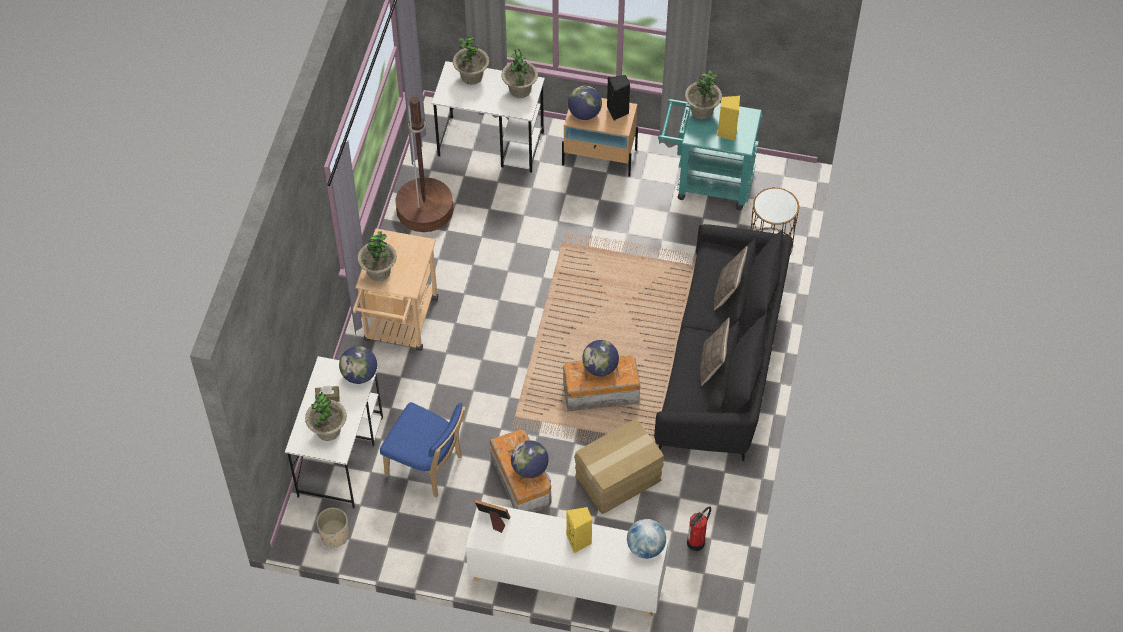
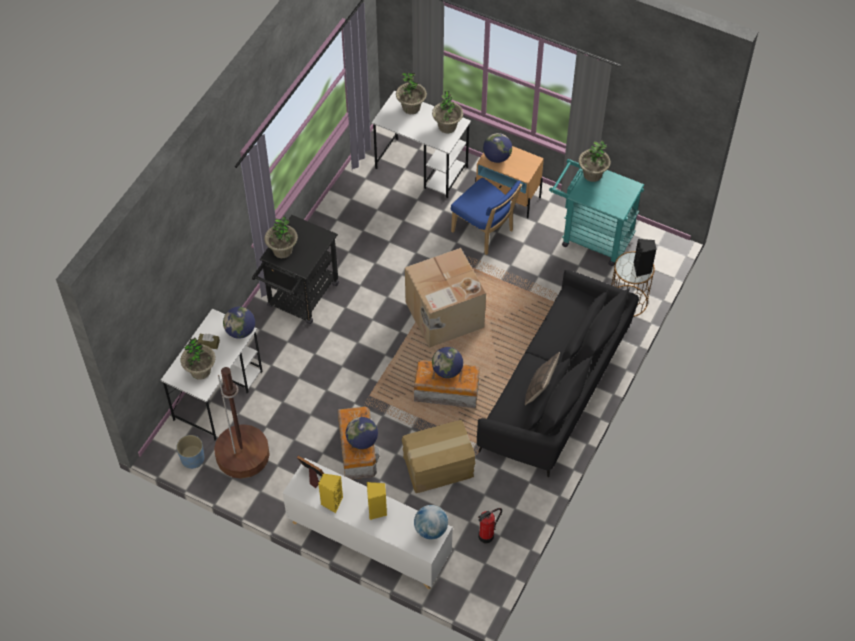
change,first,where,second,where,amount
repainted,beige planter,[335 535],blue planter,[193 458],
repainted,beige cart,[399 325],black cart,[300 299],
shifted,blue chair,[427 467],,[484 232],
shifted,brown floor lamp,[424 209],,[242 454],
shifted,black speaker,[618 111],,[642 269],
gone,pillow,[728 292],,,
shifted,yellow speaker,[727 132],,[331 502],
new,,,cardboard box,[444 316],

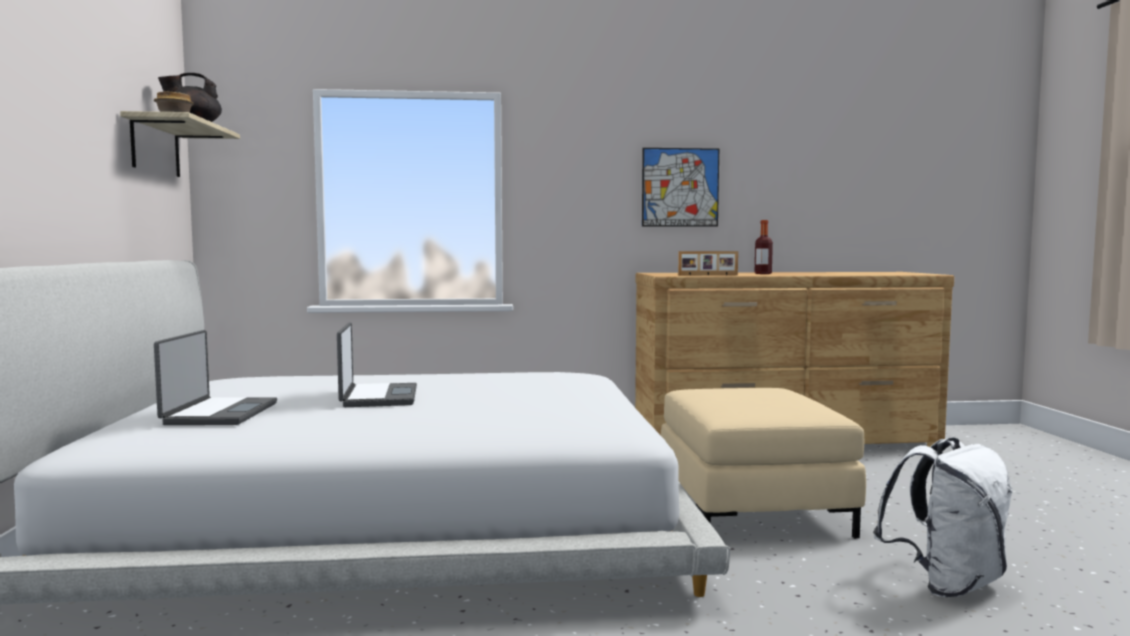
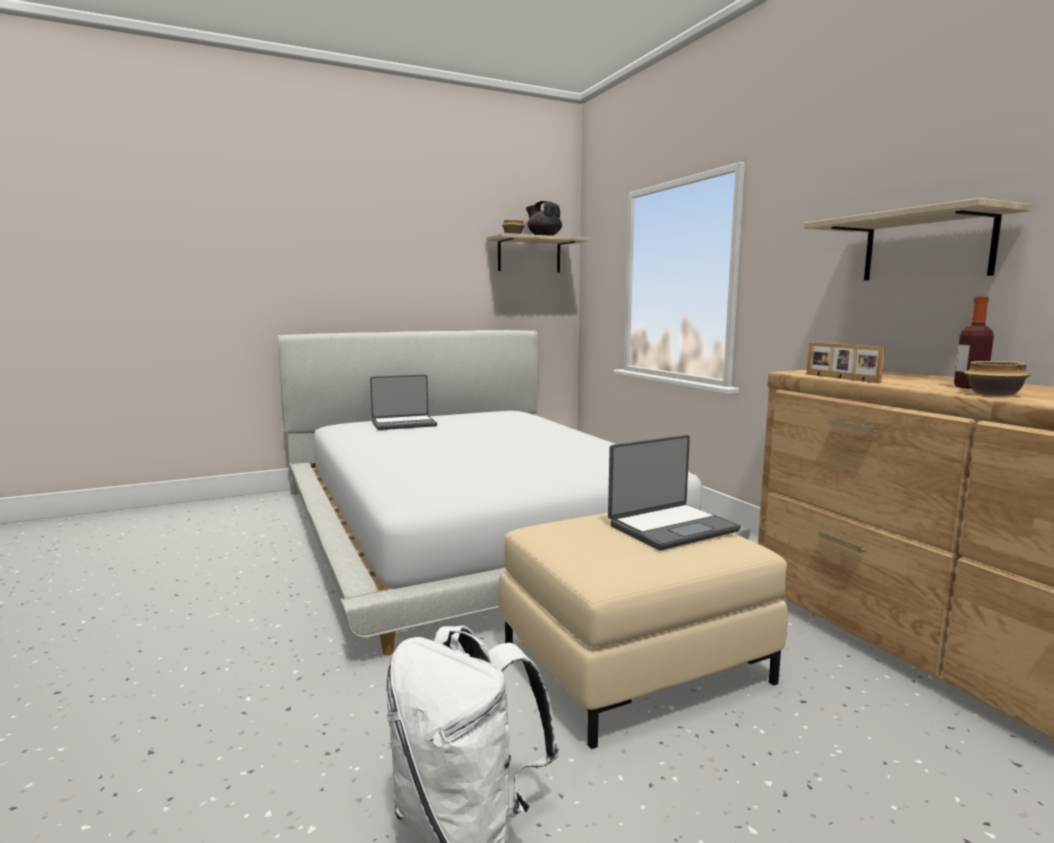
change,first,where,second,where,amount
shifted,laptop,[377 397],,[671 527],
swapped,picture,[680 187],shelf,[927 247],
new,,,bowl,[995 394],

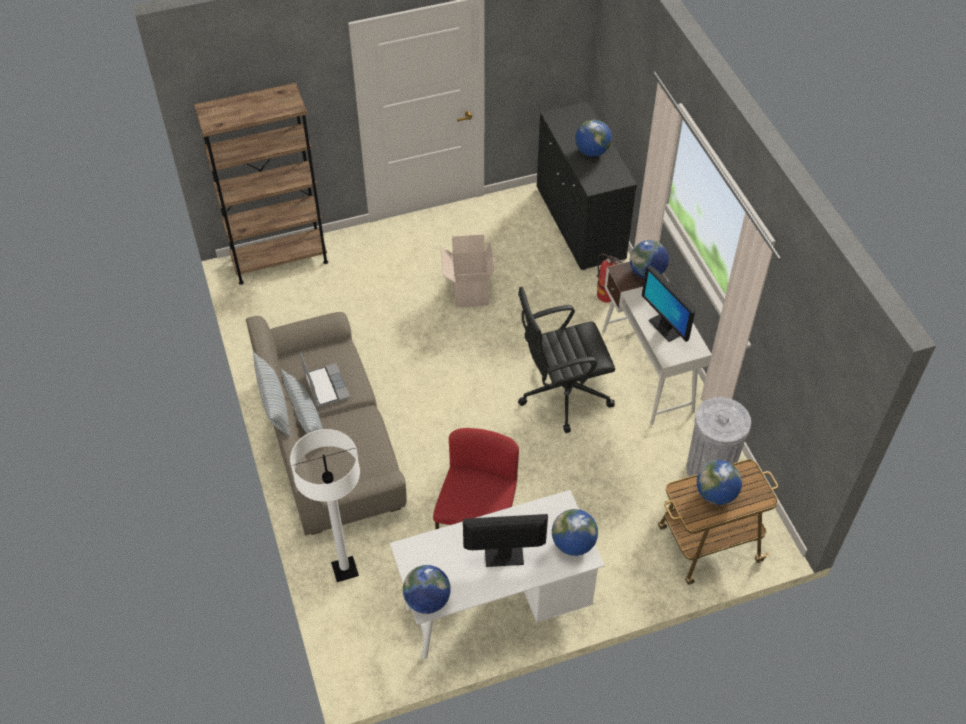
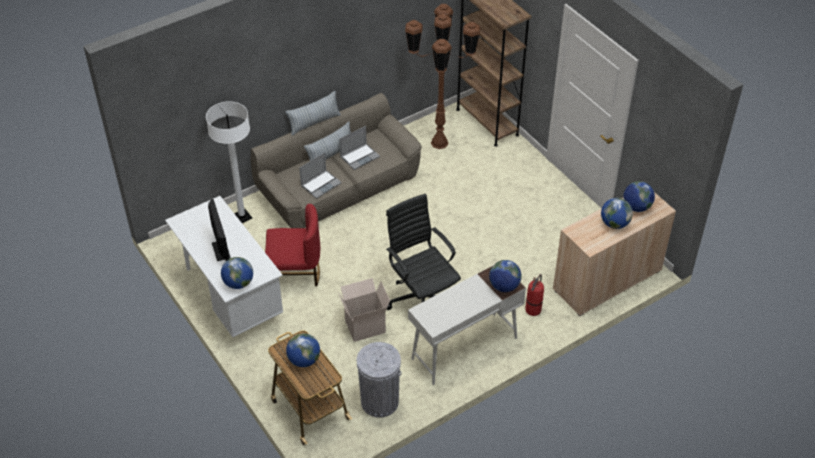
change,first,where,second,where,amount
shifted,globe,[427 600],,[636 207],
shifted,cardboard box,[468 291],,[365 325],
repainted,black cabinet,[580 223],beige cabinet,[607 280],
gone,monitor,[665 327],,,
new,,,laptop,[321 184],
new,,,brown floor lamp,[440 143],

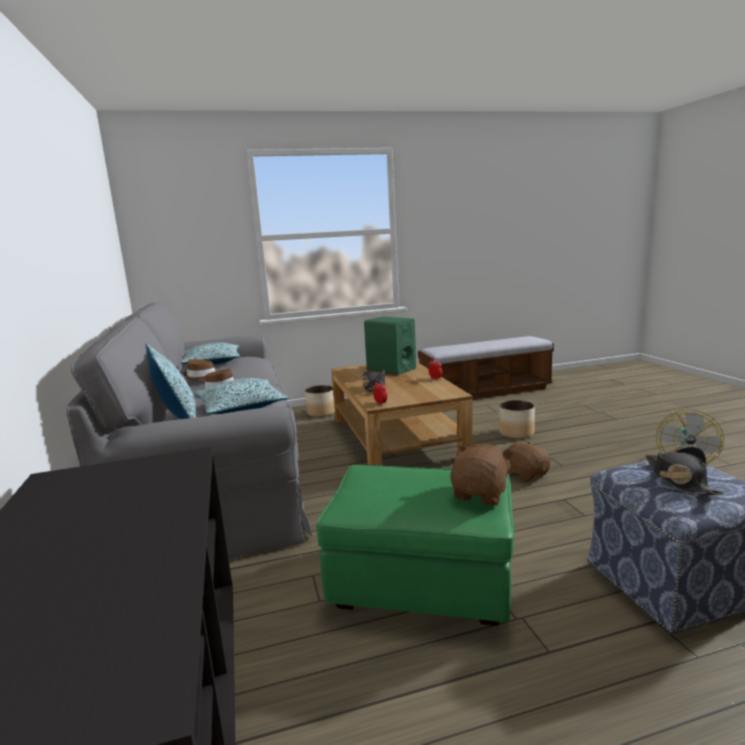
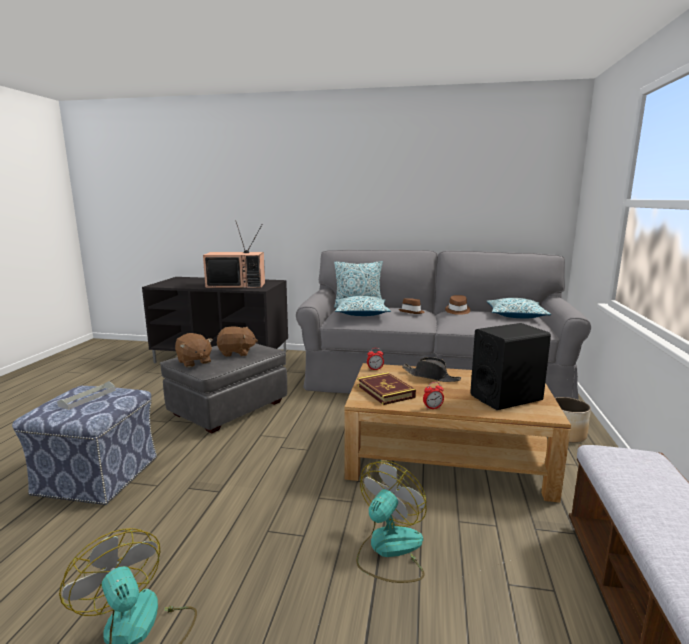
change,first,where,second,where,amount
repainted,green ottoman,[421 580],grey ottoman,[228 408],
repainted,green speaker,[391 369],black speaker,[506 398],
swapped,planter,[516 433],fan,[389 550],
shifted,brown plush toy,[526 474],,[236 353],
swapped,black hat,[679 480],grey tray,[87 398],
new,,,television,[237 285],
new,,,book,[385 391],

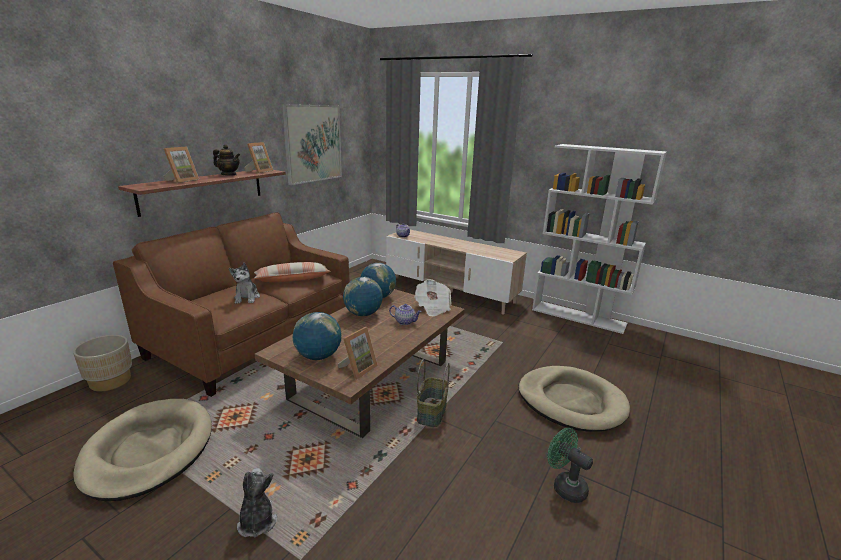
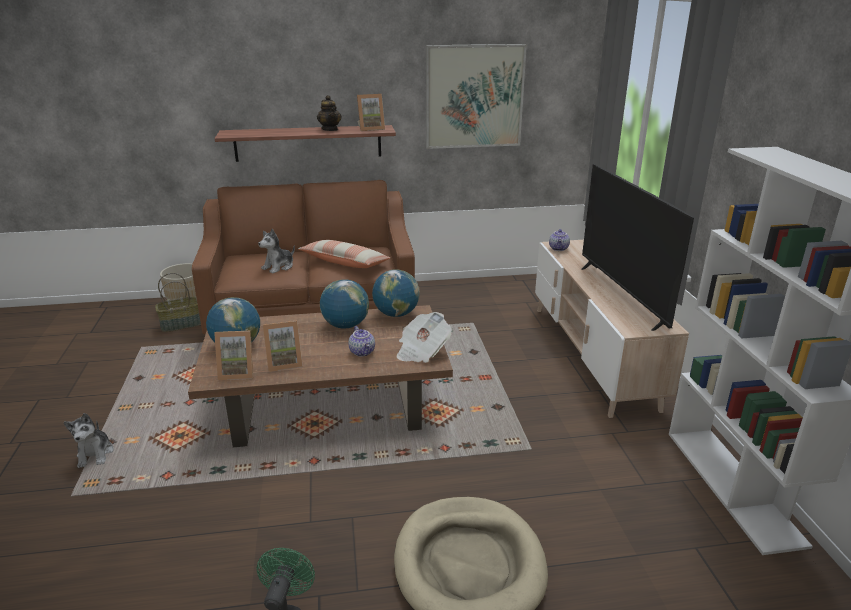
change,first,where,second,where,amount
gone,beige dog bed,[148 451],,,
shifted,picture frame,[182 180],,[284 363],
rotated,plush toy,[257 521],,[95 454],135 degrees clockwise
shifted,basket,[431 412],,[181 324],
new,,,television,[622 295],

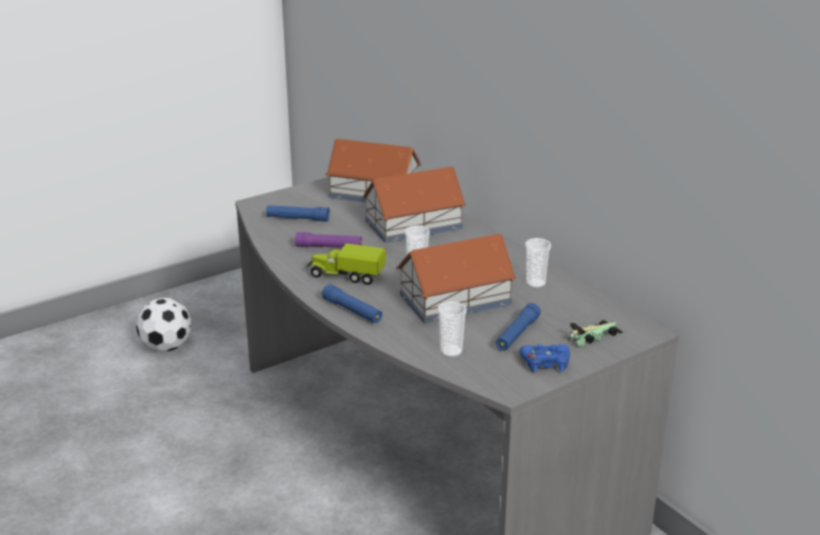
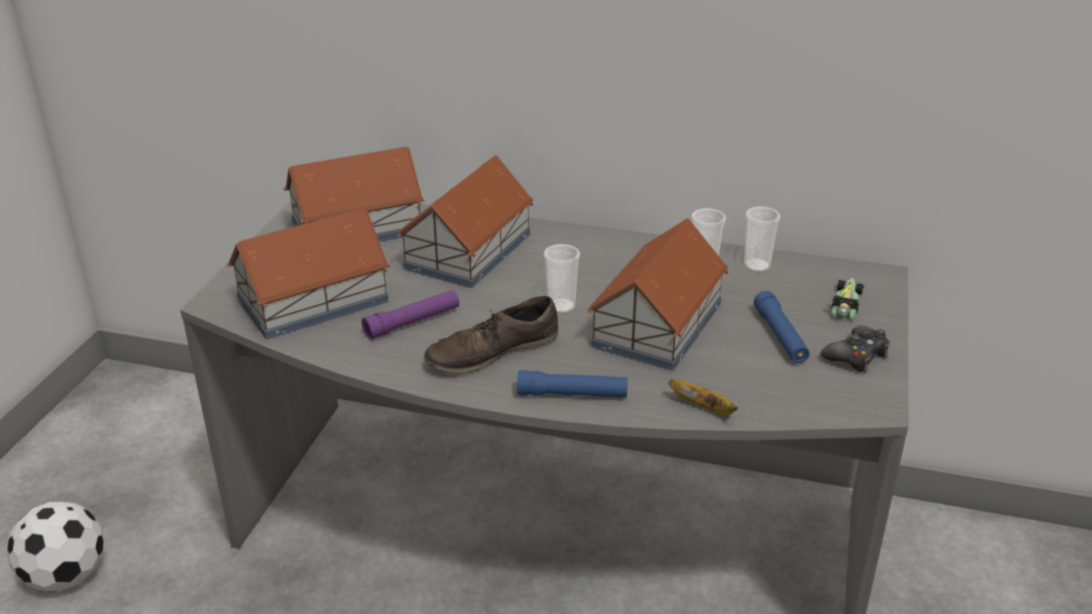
change,first,where,second,where,amount
swapped,blue flashlight,[297 219],toy house,[311 300],
swapped,toy truck,[346 276],brown shoe,[492 351],
shifted,cup,[451 351],,[756 266],
repainted,blue game controller,[545 363],black game controller,[856 356],
new,,,banana,[704 408],

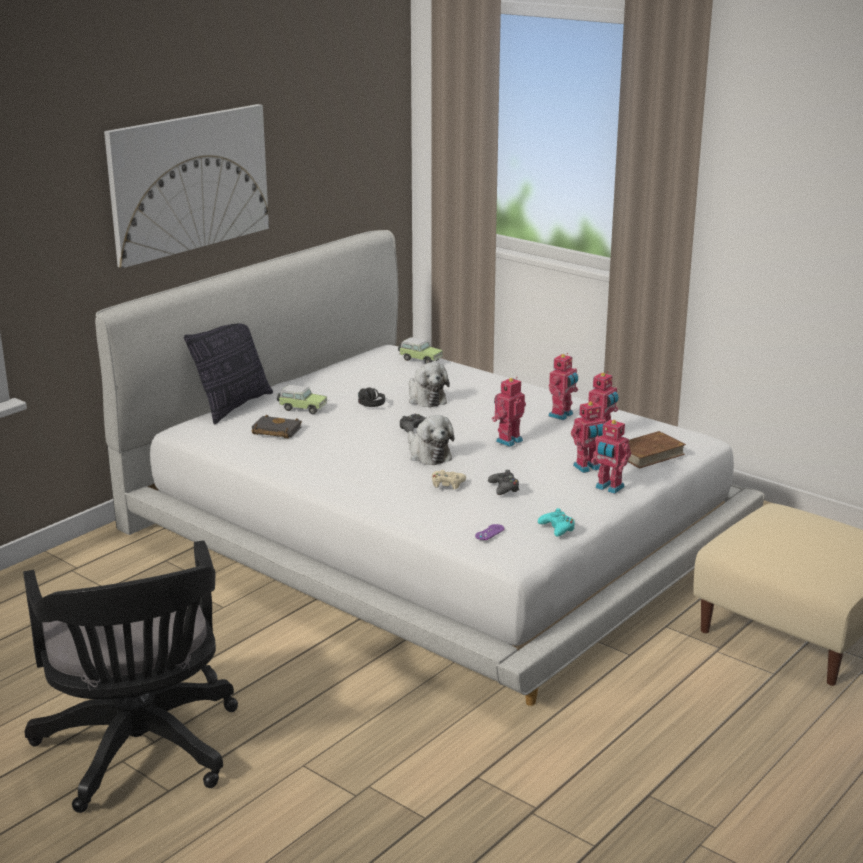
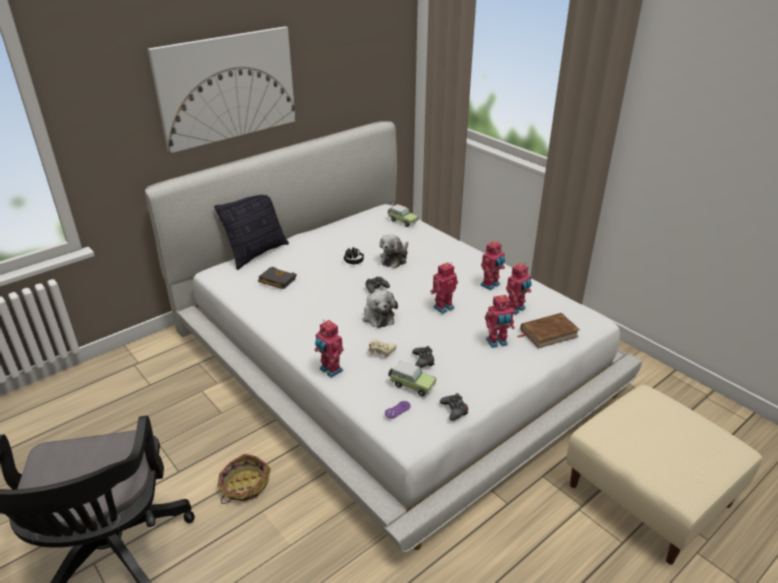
change,first,where,second,where,amount
shifted,toy car,[301 408],,[411 385],
rotated,plush toy,[426 398],,[395 258],45 degrees clockwise
repainted,turquoise game controller,[557 528],black game controller,[454 410],
shifted,toy robot,[608 488],,[330 370],
new,,,basket,[244 485],

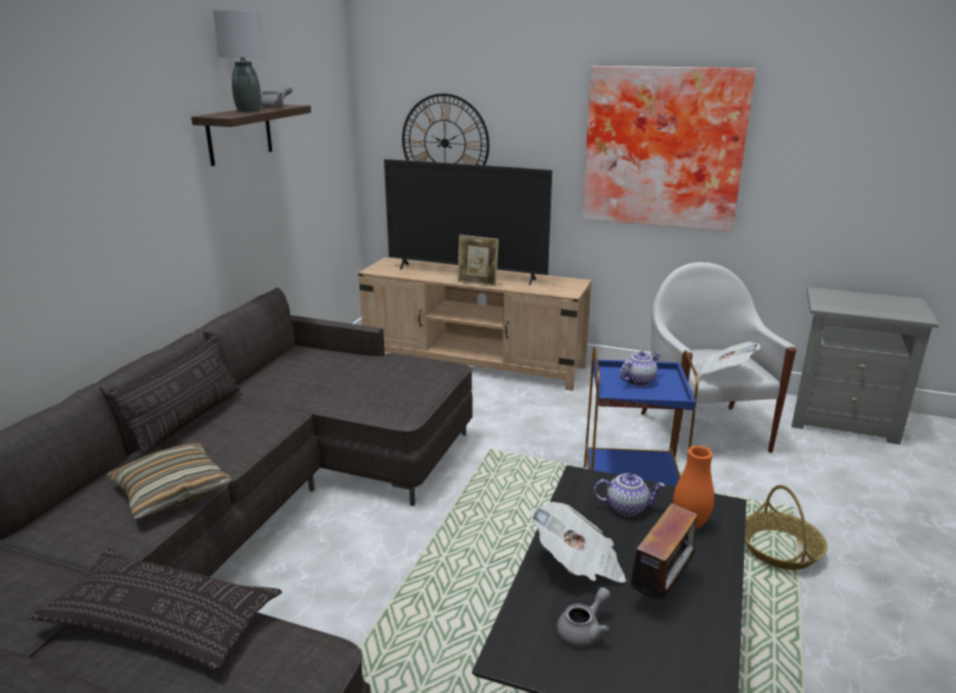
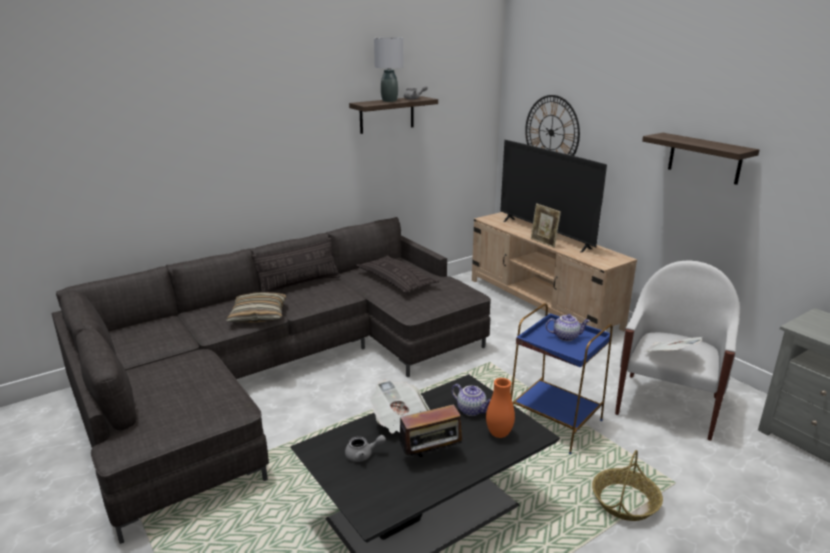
change,first,where,second,where,amount
shifted,pillow,[160 619],,[396 280],
swapped,picture,[663 148],shelf,[704 158],

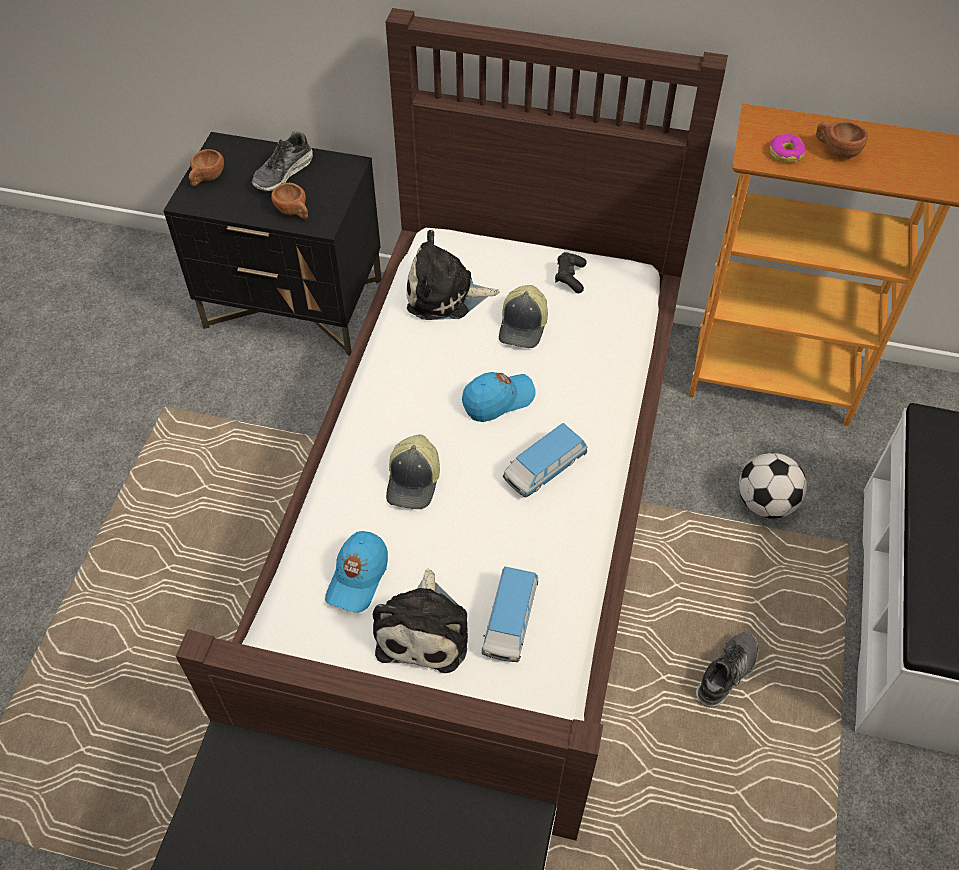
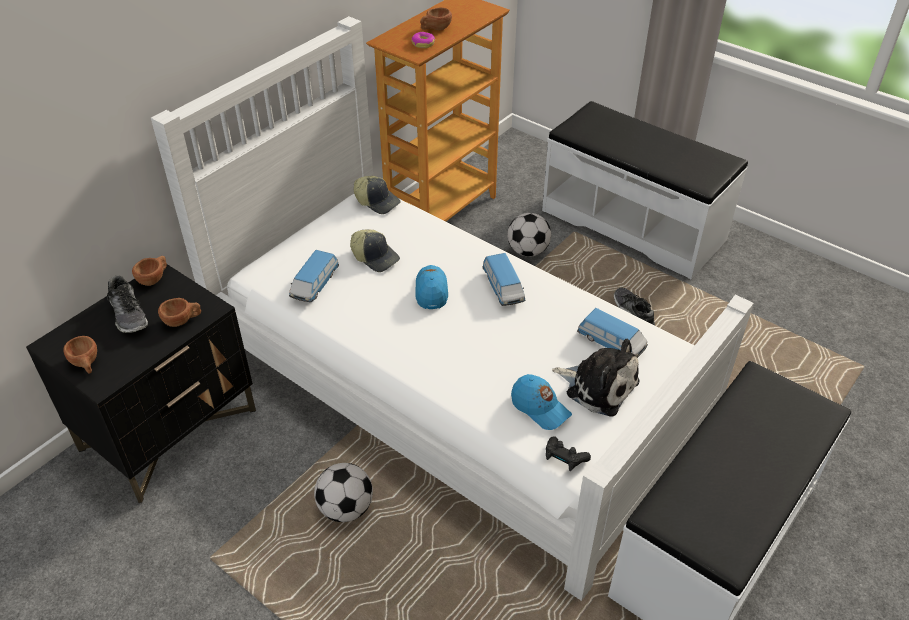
change,first,where,second,where,amount
repainted,brown bed,[480 511],white bed,[452 383],
shifted,cap,[414 481],,[377 201],
swapped,plush toy,[445 295],toy car,[315 285],
shifted,black game controller,[570 277],,[564 458],
new,,,brown cup,[154 278],
new,,,football,[346 508],

